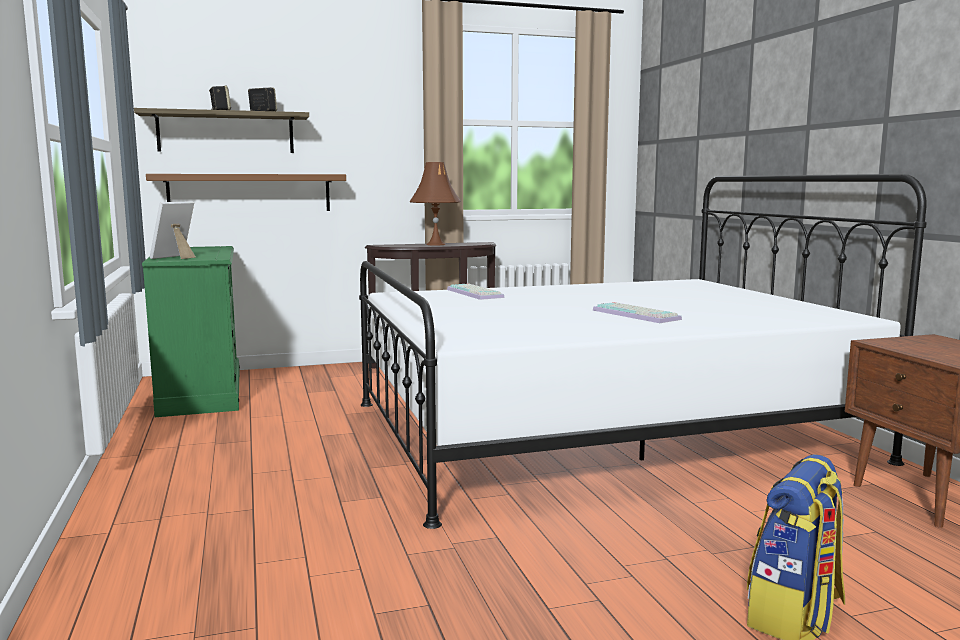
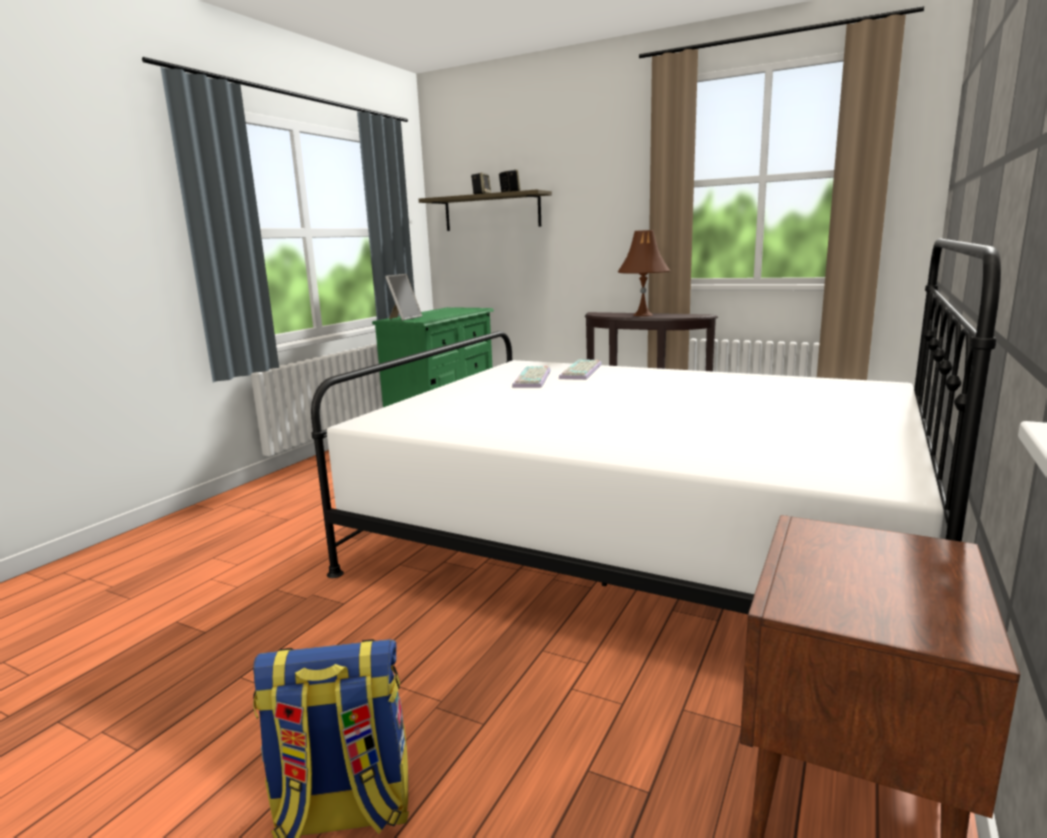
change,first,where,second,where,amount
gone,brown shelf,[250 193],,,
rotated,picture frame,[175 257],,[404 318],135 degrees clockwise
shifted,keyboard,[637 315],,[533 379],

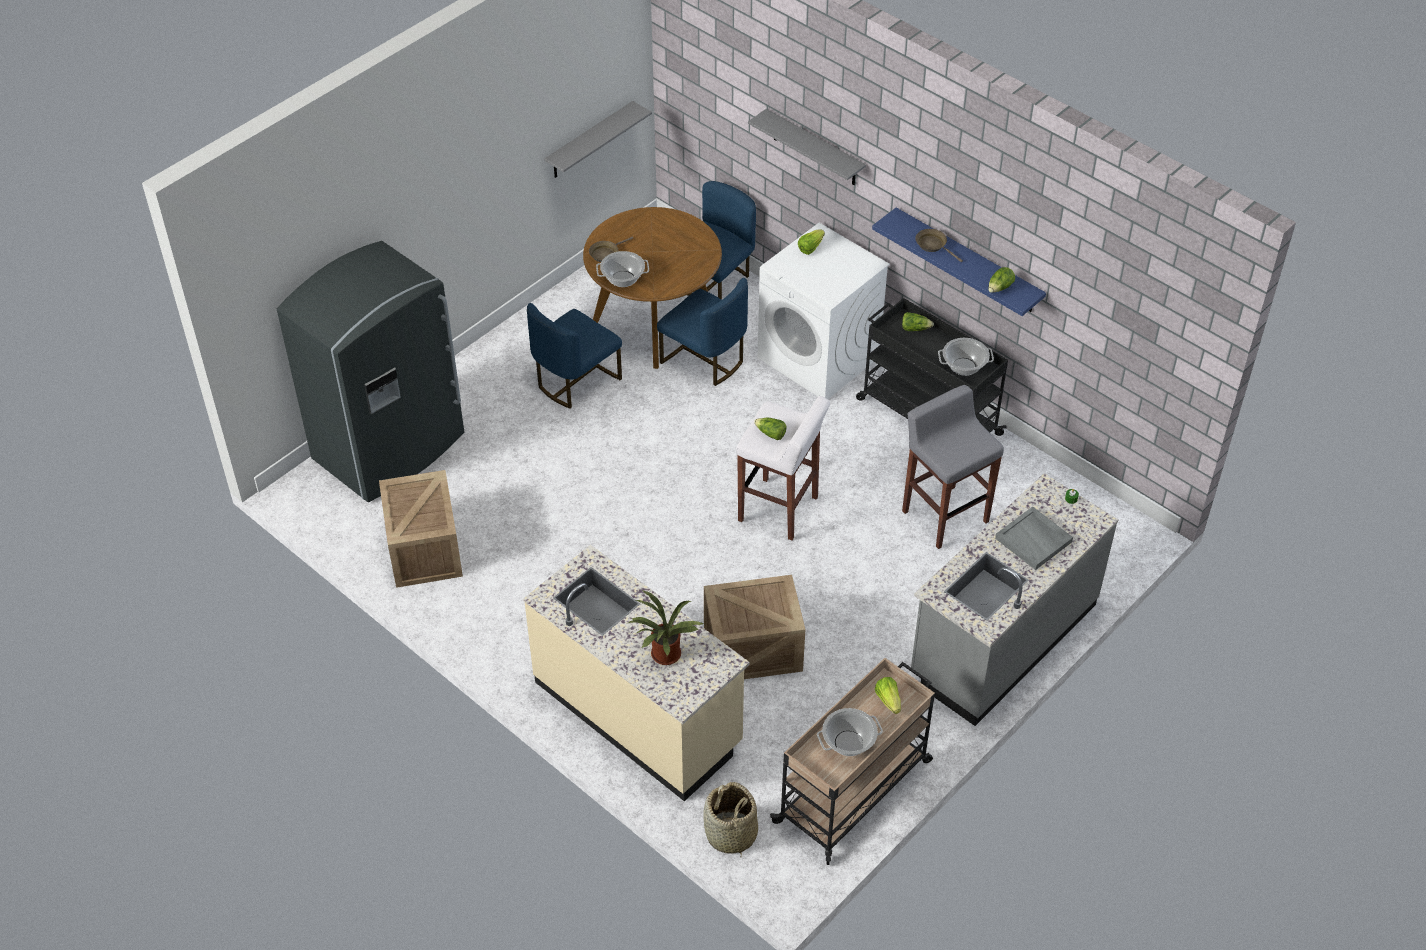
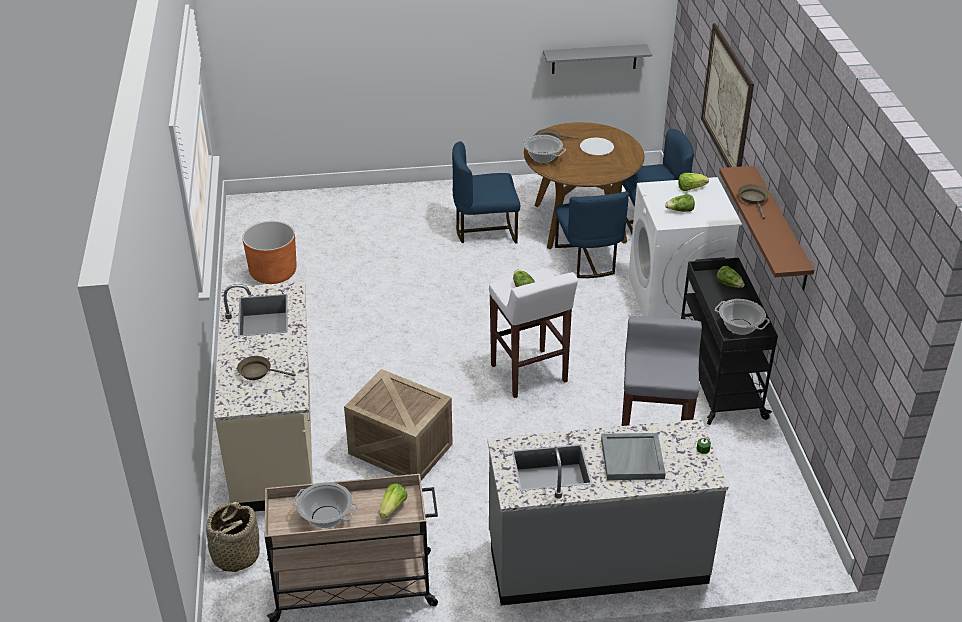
change,first,where,second,where,amount
gone,grey fridge,[391 448],,,
swapped,crate,[425 550],orange planter,[273 273],
swapped,potted plant,[664 657],brown frying pan,[258 372],
swapped,grey shelf,[814 148],picture,[727 102],
repainted,blue shelf,[967 261],brown shelf,[780 228],
shifted,lettuce,[1000 288],,[680 210],
new,,,white plate,[596 147],

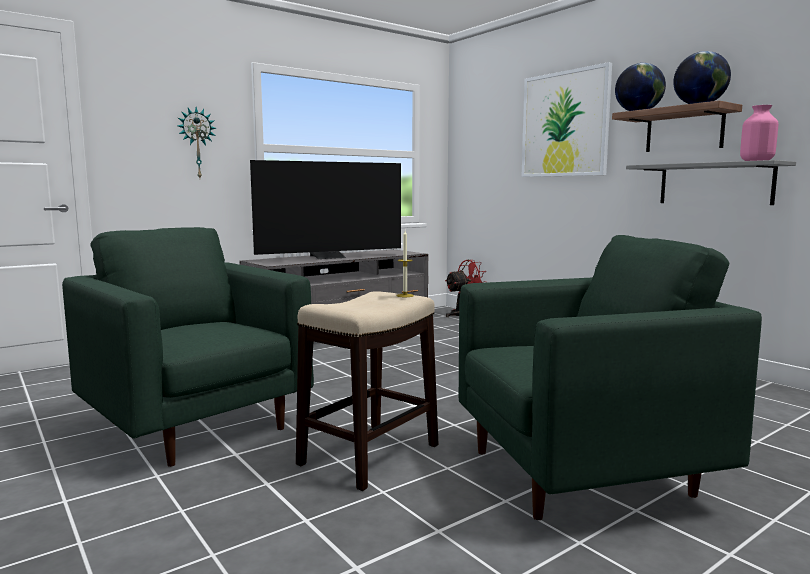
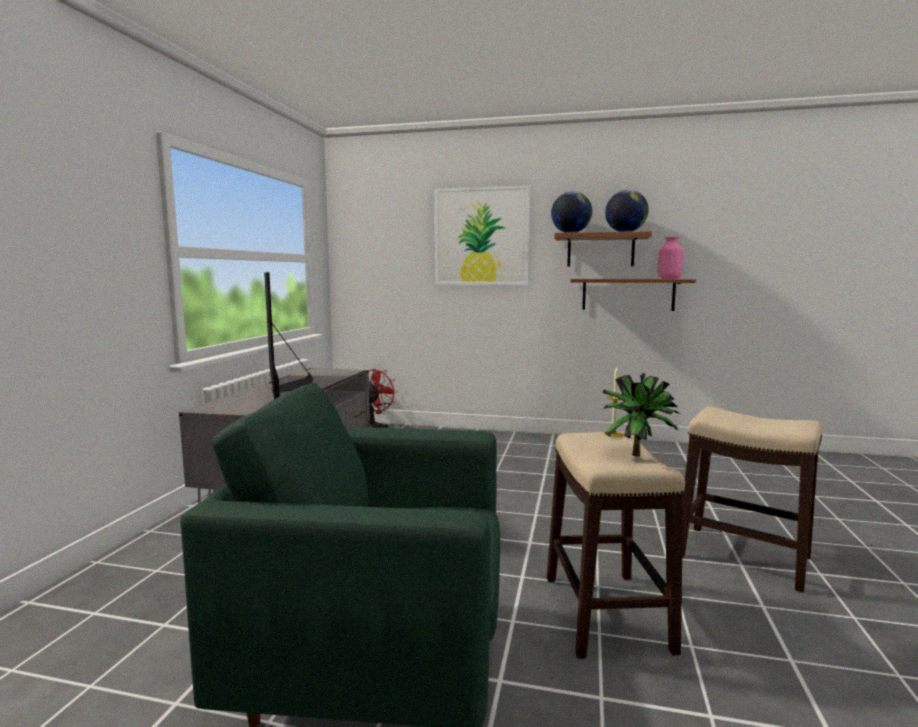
change,first,where,second,where,amount
gone,wall clock,[196 143],,,
rotated,television,[329 257],,[284 389],135 degrees clockwise
swapped,green armchair,[582 472],stool,[744 557],
repainted,grey shelf,[715 184],brown shelf,[628 294],
new,,,potted plant,[636 454],

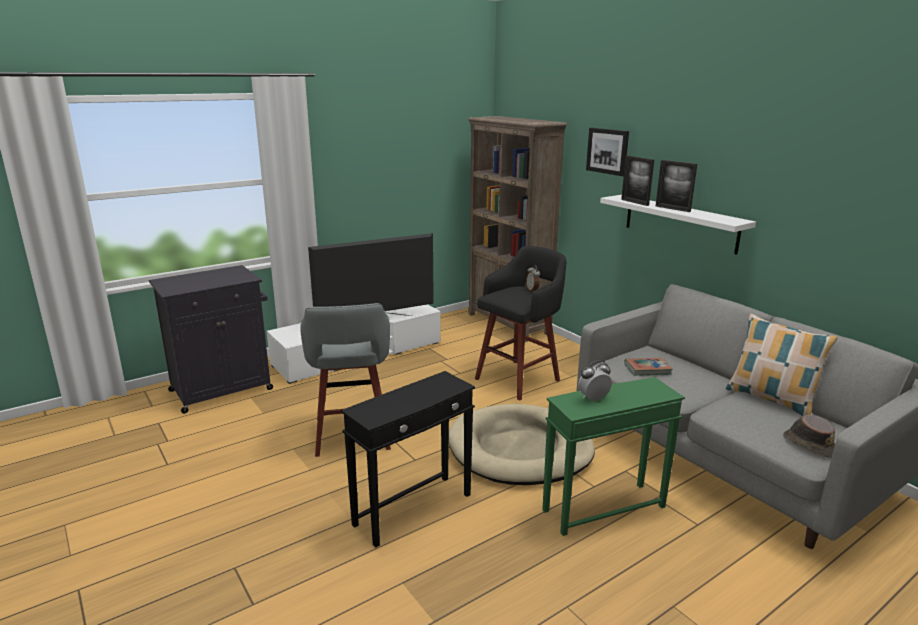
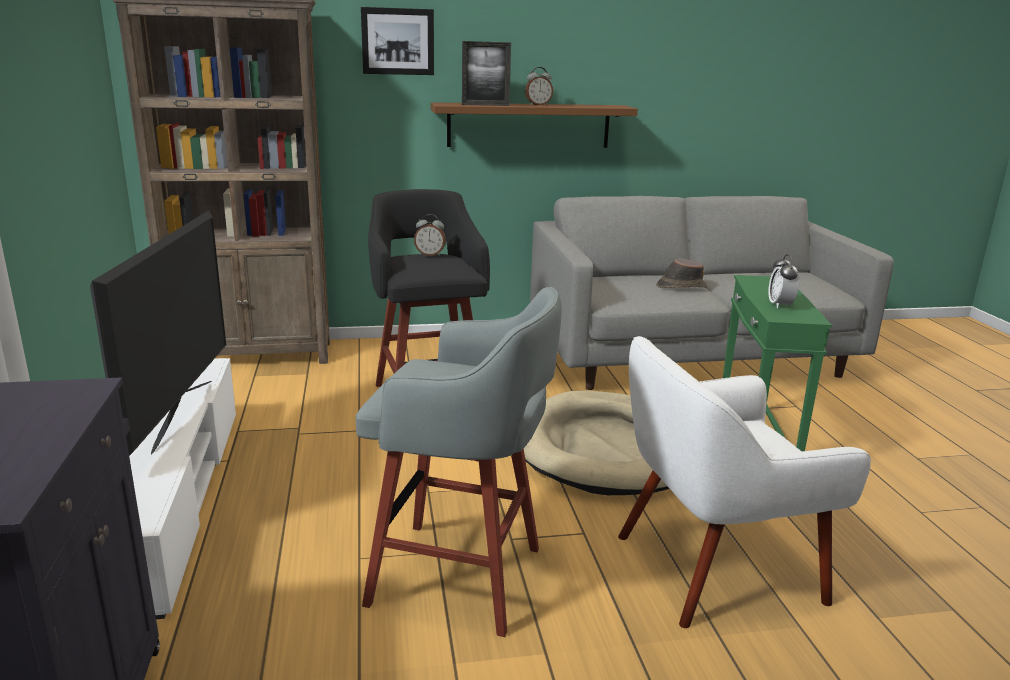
change,first,where,second,where,amount
swapped,black side table,[414 509],white armchair,[713 566],
repainted,white shelf,[680 223],brown shelf,[529 125],
gone,book,[647 369],,,
swapped,picture frame,[672 209],alarm clock,[538 105],
gone,pillow,[771 399],,,
shifted,brown hat,[808 444],,[680 286],

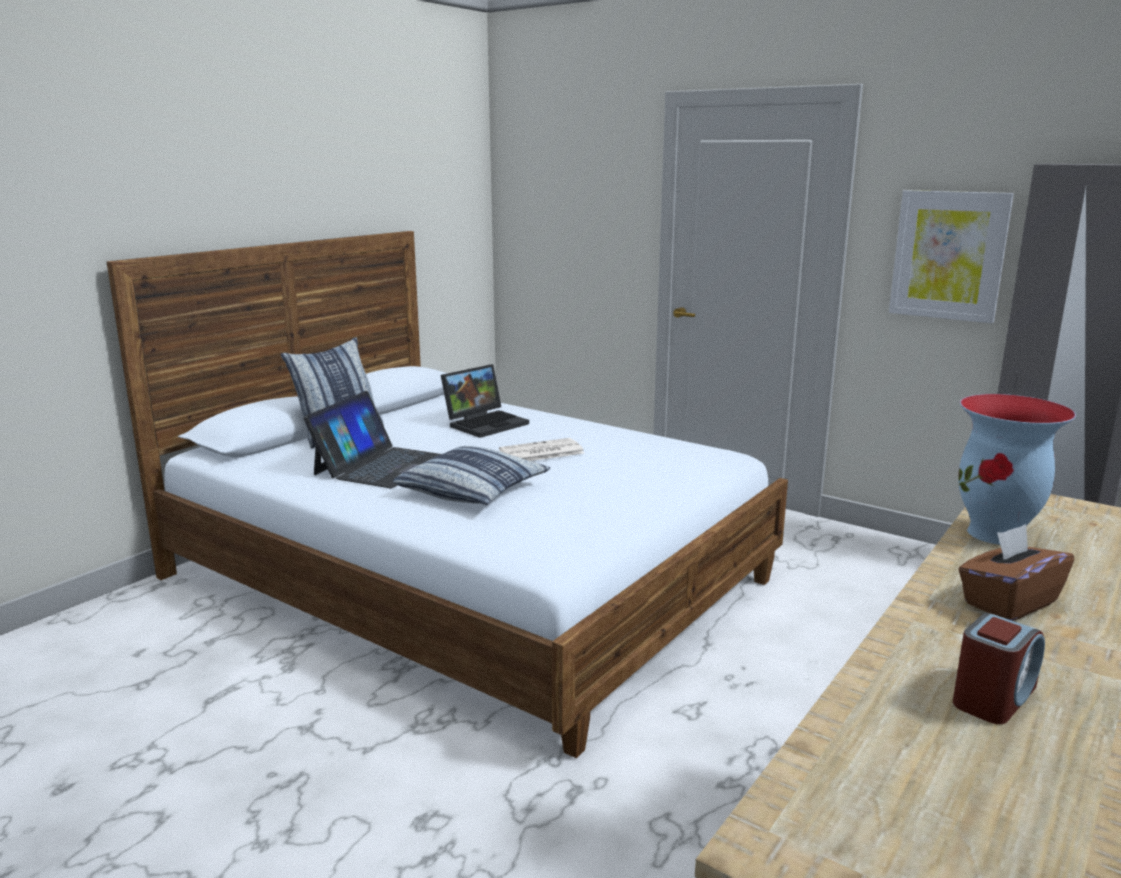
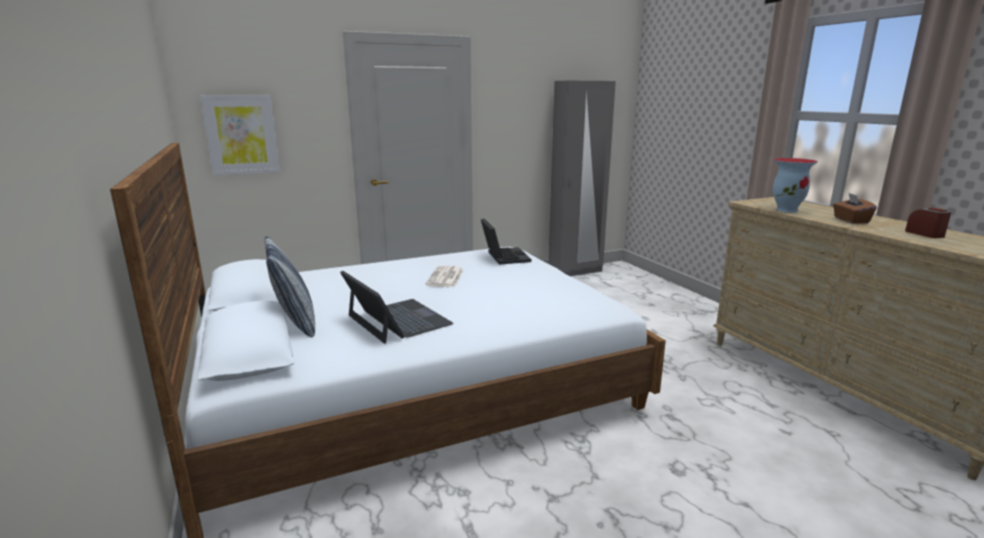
change,first,where,second,where,amount
gone,pillow,[473 490],,,
shifted,laptop,[486 423],,[503 257],
shifted,picture,[948 255],,[241 135],

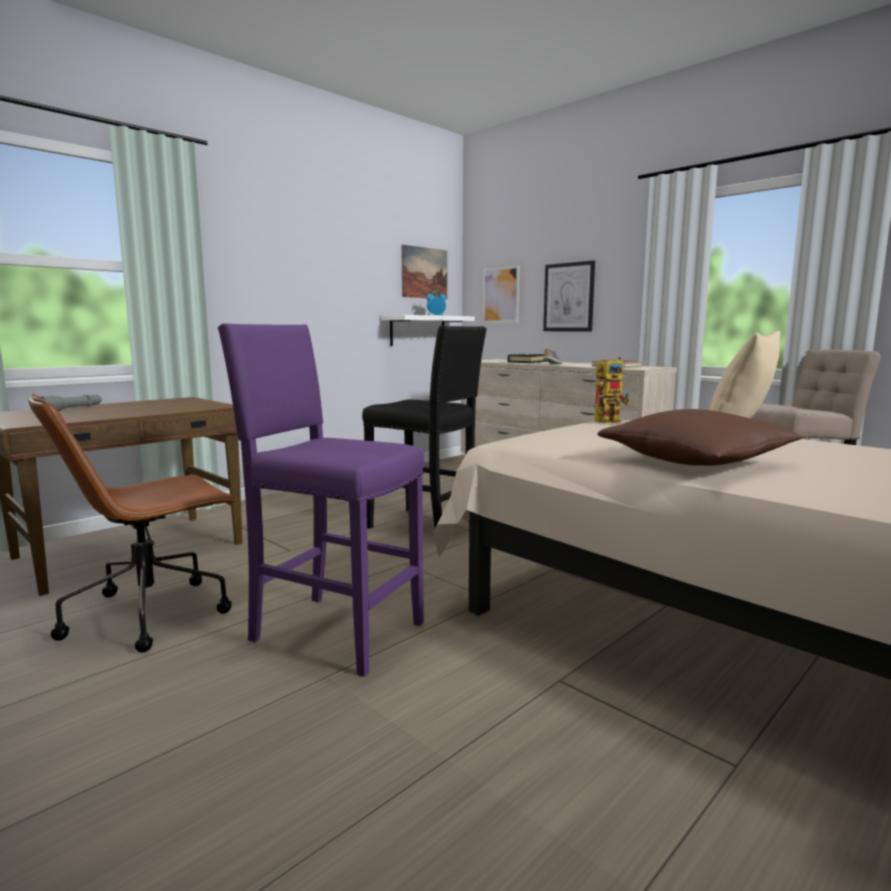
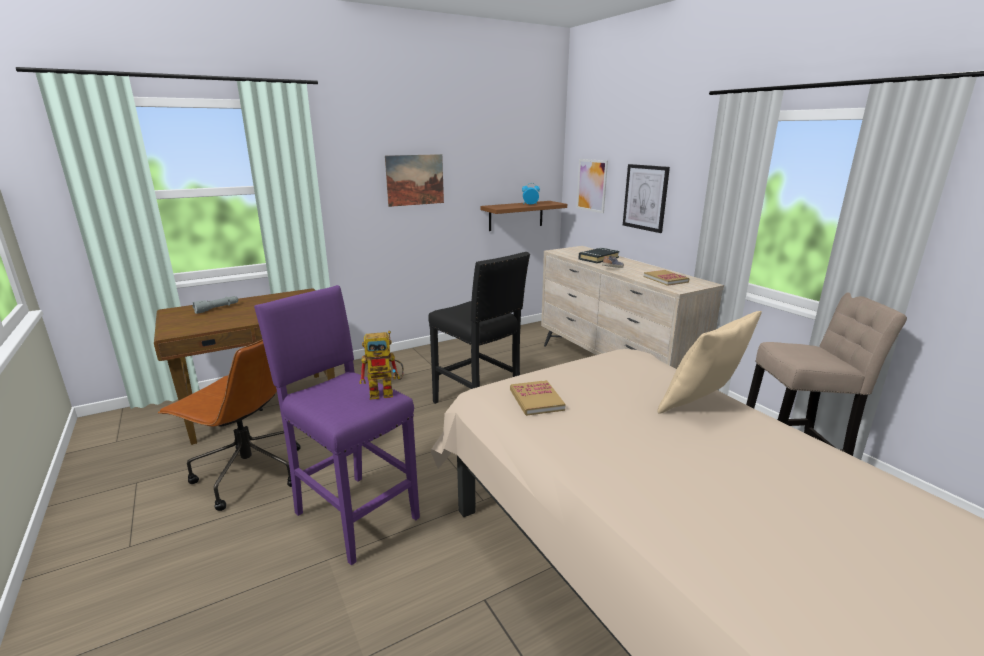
change,first,where,second,where,amount
rotated,brown office chair,[151 613],,[248 474],135 degrees counterclockwise
repainted,white shelf,[417 330],brown shelf,[516 215],
shifted,picture,[424 273],,[415 180],
shifted,toy robot,[610 421],,[387 392],
gone,brown pillow,[694 462],,,
new,,,book,[536 400],

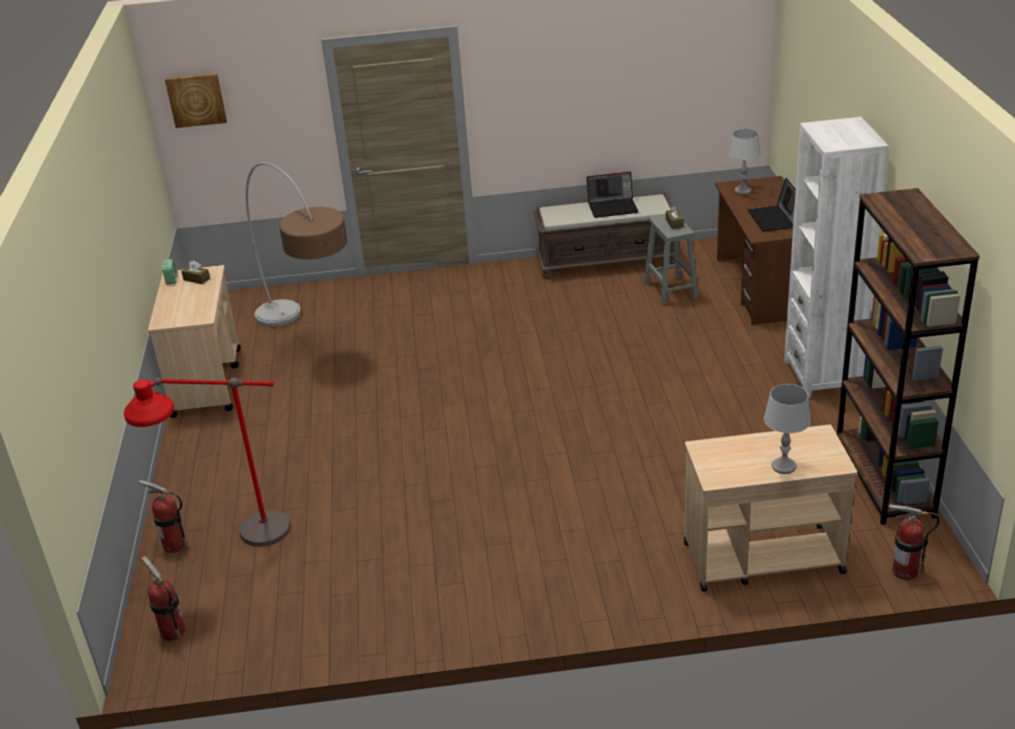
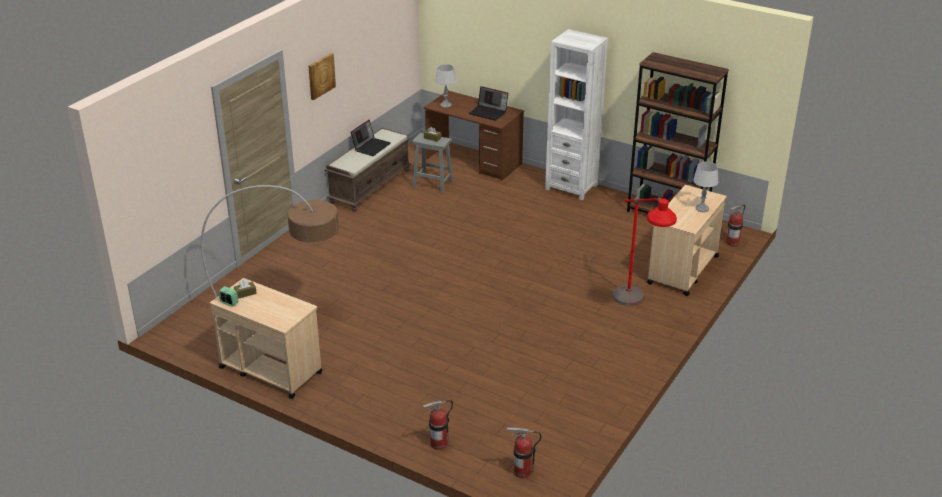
change,first,where,second,where,amount
shifted,red floor lamp,[238 550],,[636 309],
shifted,picture,[196 100],,[321 76],

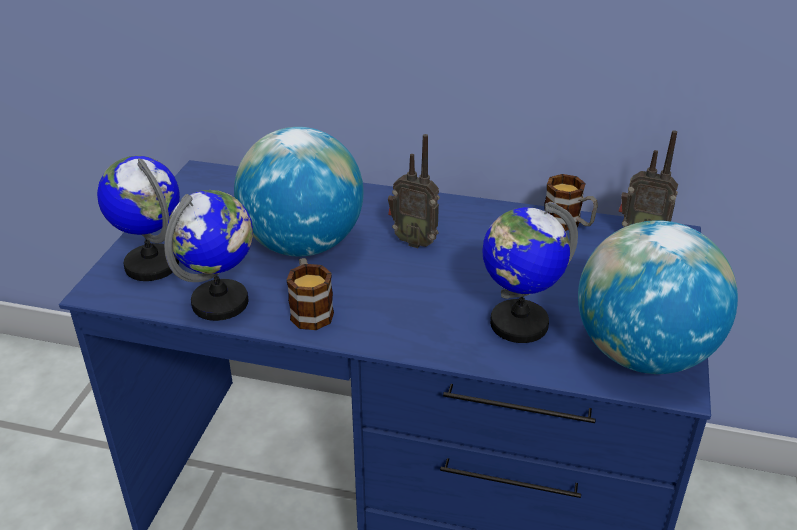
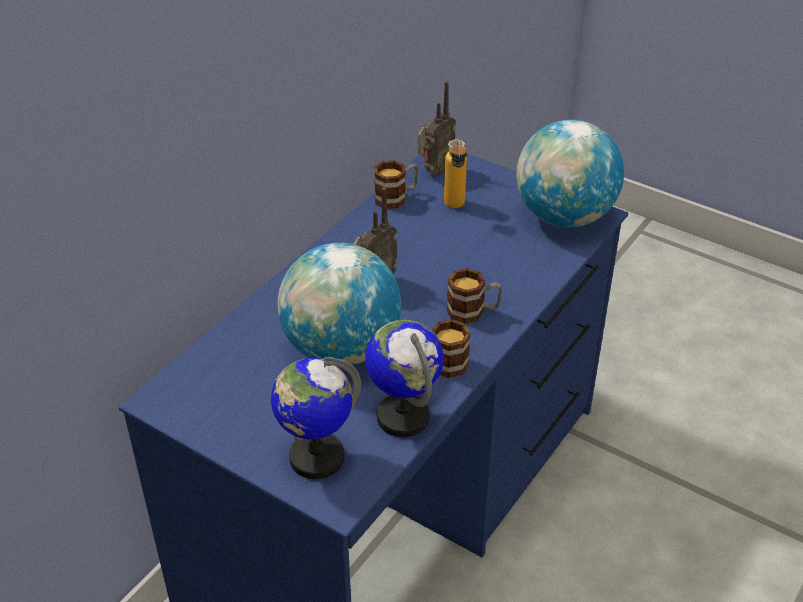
change,first,where,second,where,amount
gone,globe,[518 323],,,
new,,,bottle,[455 208],
new,,,mug,[473 311],

